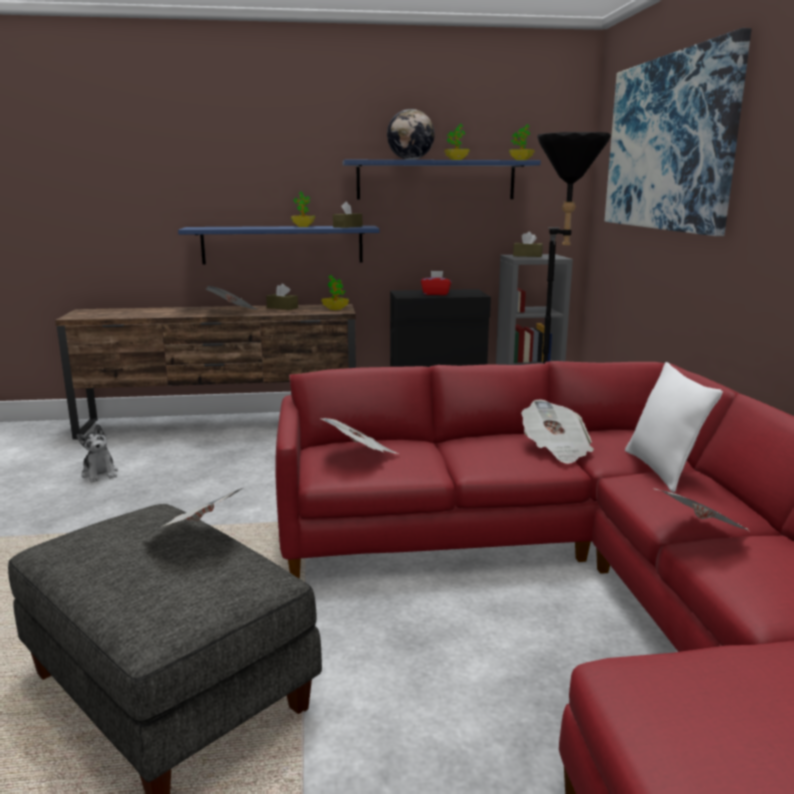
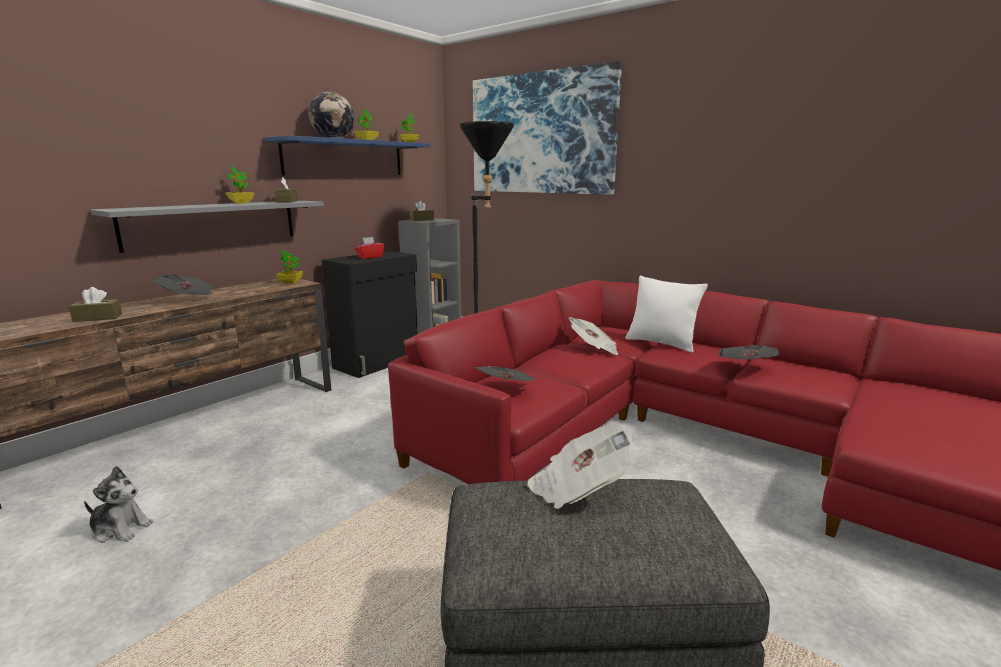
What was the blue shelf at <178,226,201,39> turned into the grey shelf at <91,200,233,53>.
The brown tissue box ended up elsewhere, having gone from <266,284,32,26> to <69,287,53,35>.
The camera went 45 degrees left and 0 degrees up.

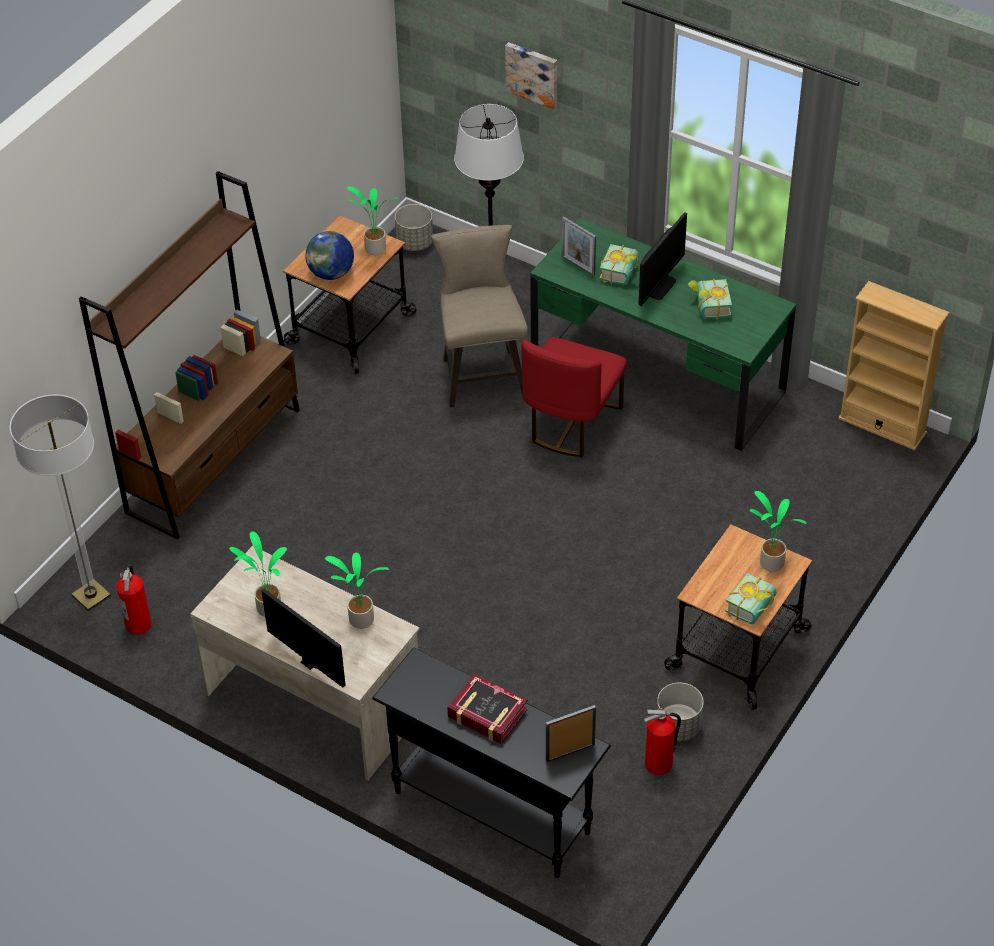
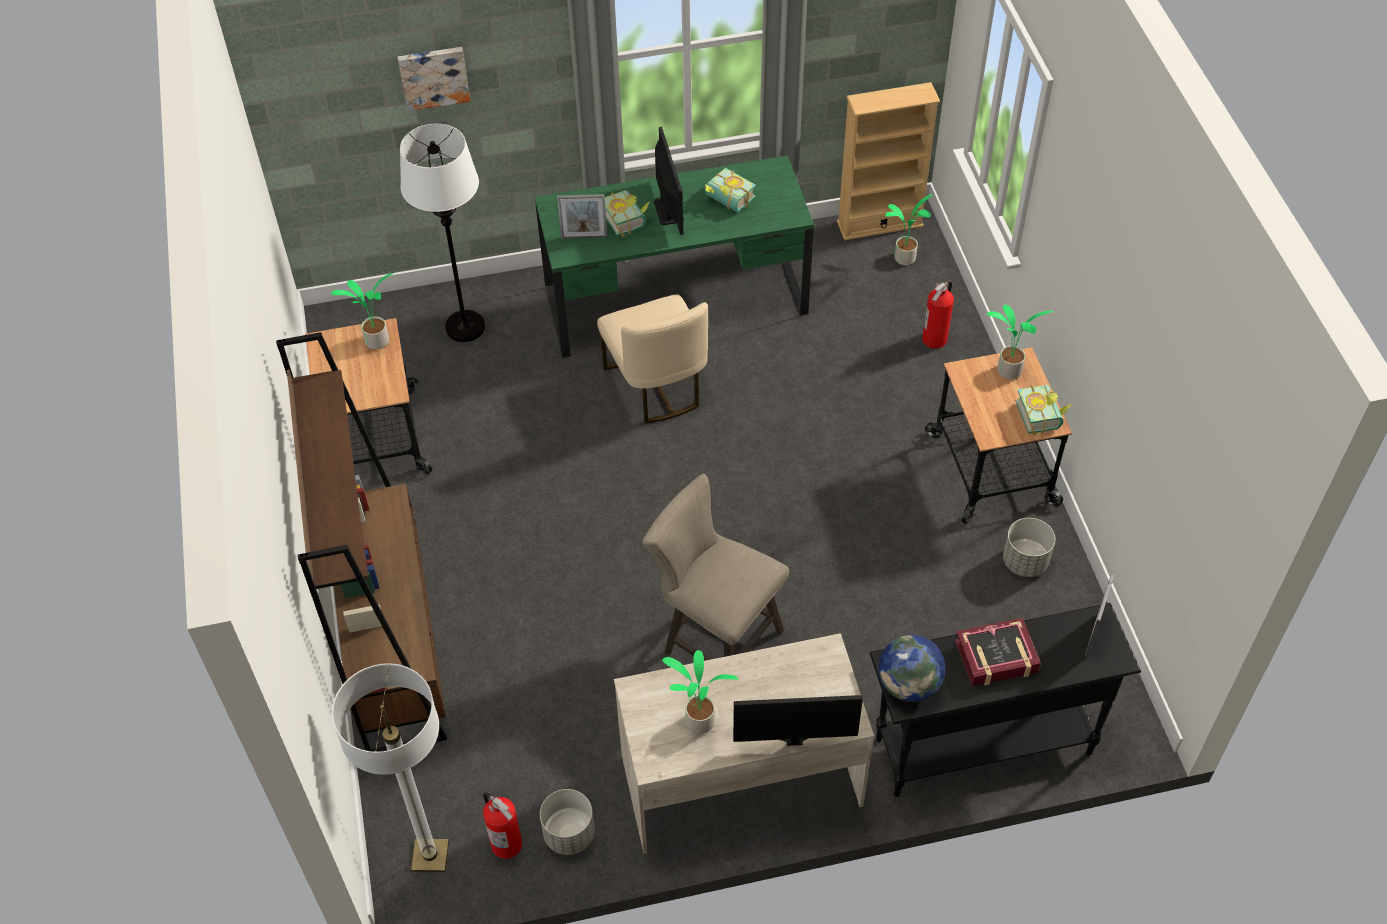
The grey planter ended up elsewhere, having gone from <395,204,38,47> to <540,789,55,66>.
The beige stool ended up elsewhere, having gone from <431,225,97,182> to <642,474,147,187>.
The globe ended up elsewhere, having gone from <305,231,49,49> to <878,635,67,67>.
What was the red chair at <521,337,106,120> turned into the beige chair at <597,294,111,130>.
The potted plant ended up elsewhere, having gone from <325,553,64,76> to <885,194,48,71>.
The fire extinguisher ended up elsewhere, having gone from <644,708,37,67> to <922,281,32,68>.
The camera went 45 degrees left and 5 degrees up.

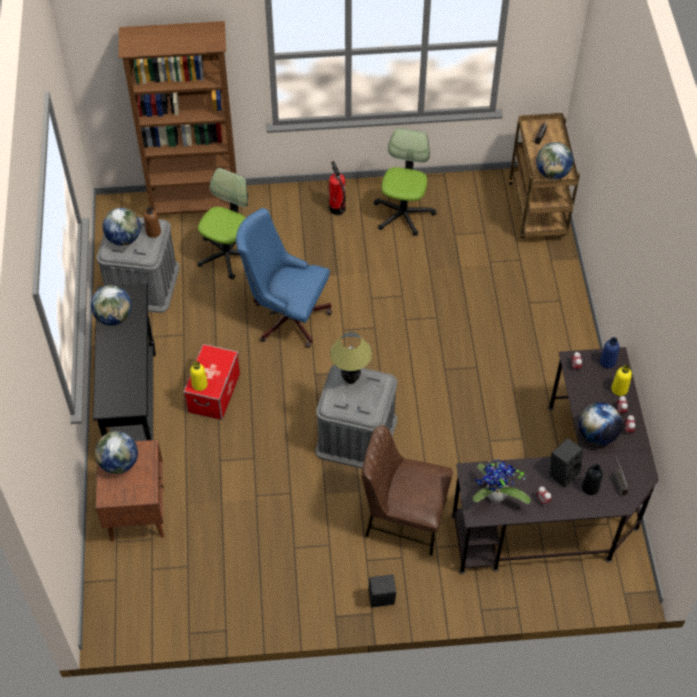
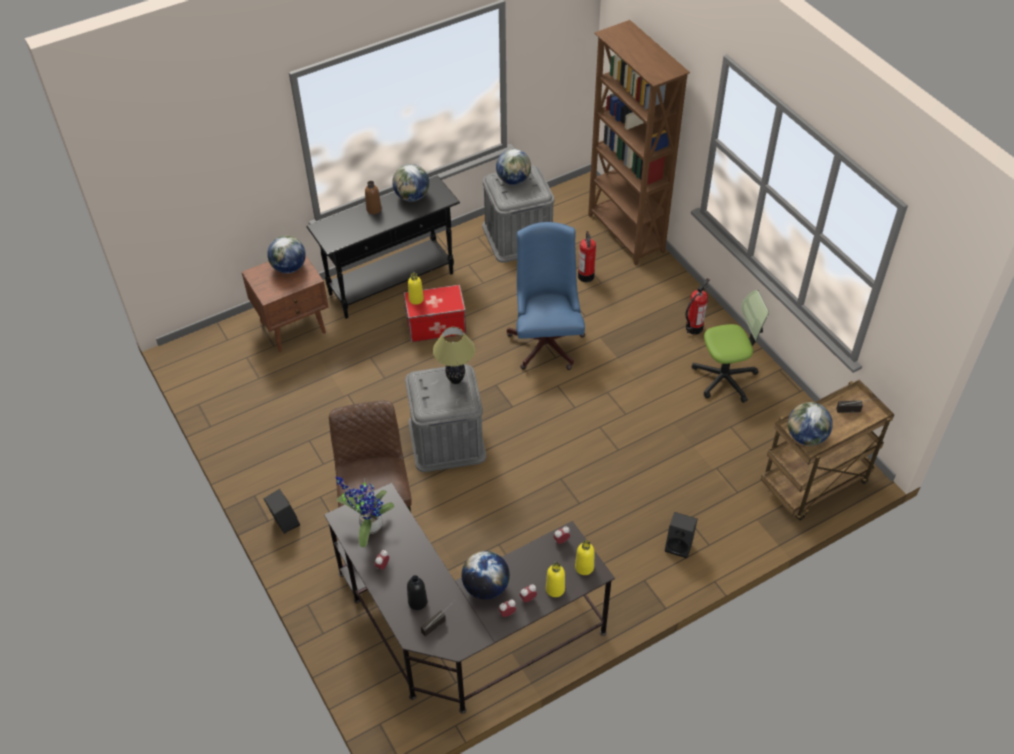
Where the office chair stood at <197,168,51,112>, the fire extinguisher came to stand at <578,231,18,51>.
The brown bottle ended up elsewhere, having gone from <144,207,17,31> to <365,181,16,33>.
What was the blue bottle at <600,337,20,32> turned into the yellow bottle at <575,540,20,35>.
The black speaker ended up elsewhere, having gone from <550,438,33,49> to <665,512,33,46>.
The camera went 65 degrees right and 5 degrees down.

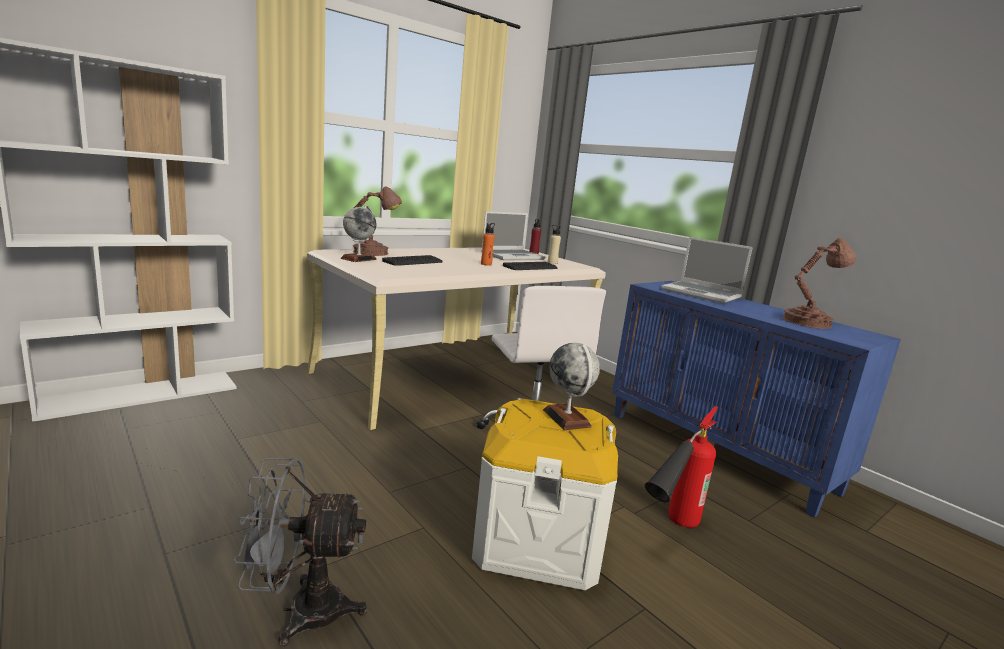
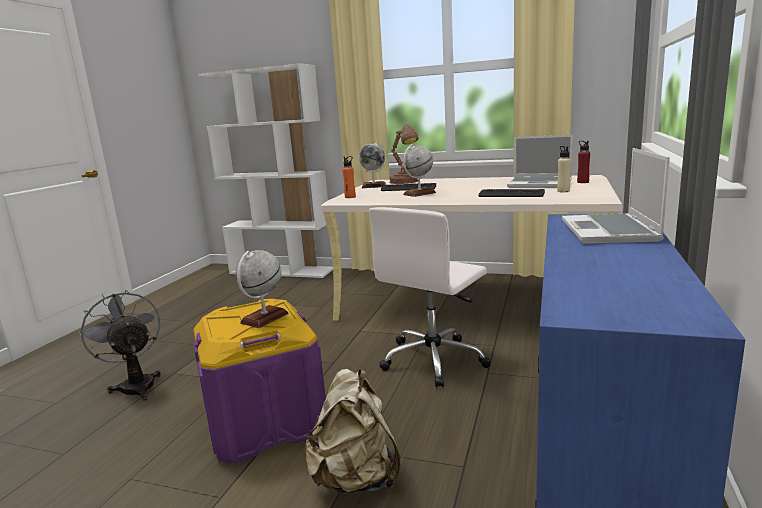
The orange bottle ended up elsewhere, having gone from <481,223,14,43> to <342,156,14,42>.
The second view lost the brown table lamp at <782,238,74,91>.
What was the white storage box at <472,399,146,191> turned into the purple storage box at <193,299,133,165>.
Where the fire extinguisher stood at <645,406,73,122>, the beige backpack came to stand at <304,369,96,125>.
The second view gained the globe at <403,144,33,53>.
The camera went 60 degrees right and 0 degrees up.

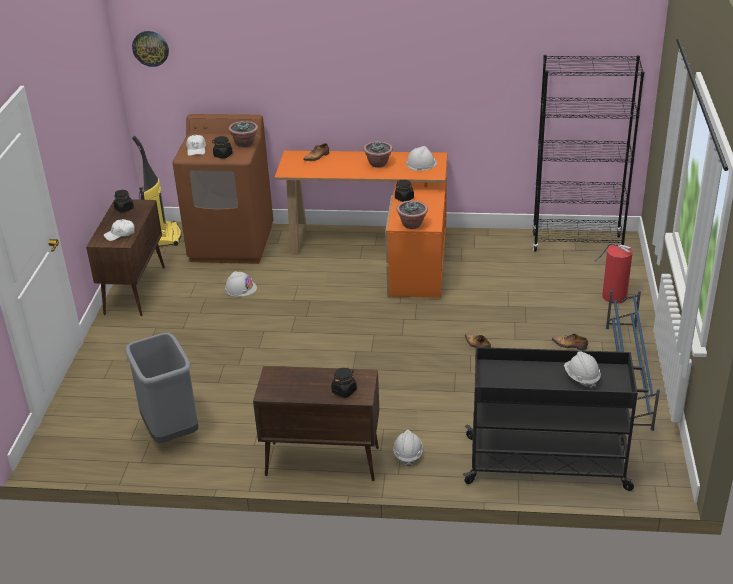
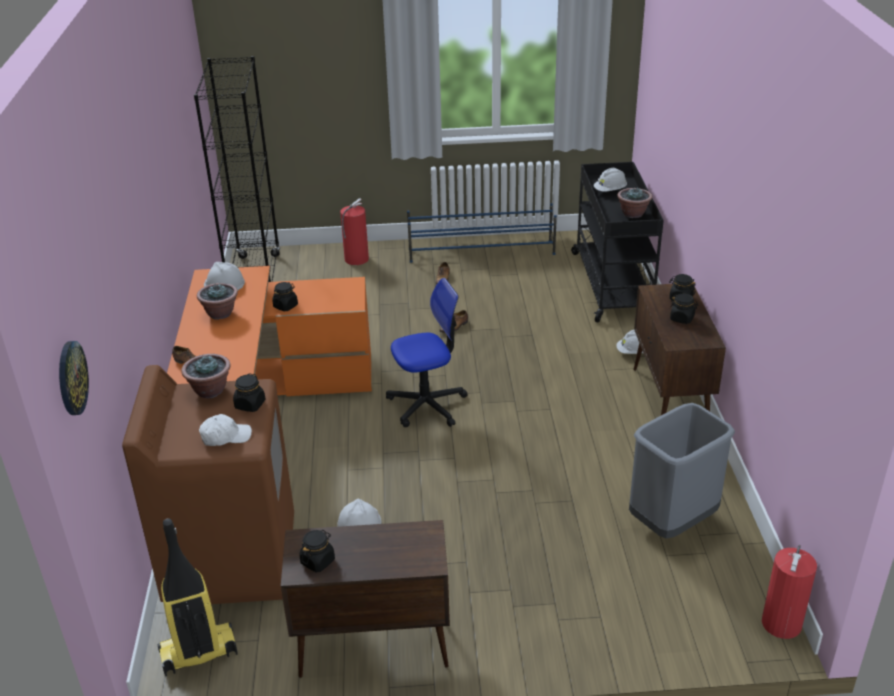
The potted plant ended up elsewhere, having gone from <397,200,31,29> to <617,187,35,31>.
The second view lost the white cap at <104,219,31,22>.
The second view gained the office chair at <386,278,82,149>.
The second view gained the black jar at <669,293,29,31>.
The second view gained the fire extinguisher at <762,545,55,94>.
The camera went 100 degrees left and 0 degrees up.

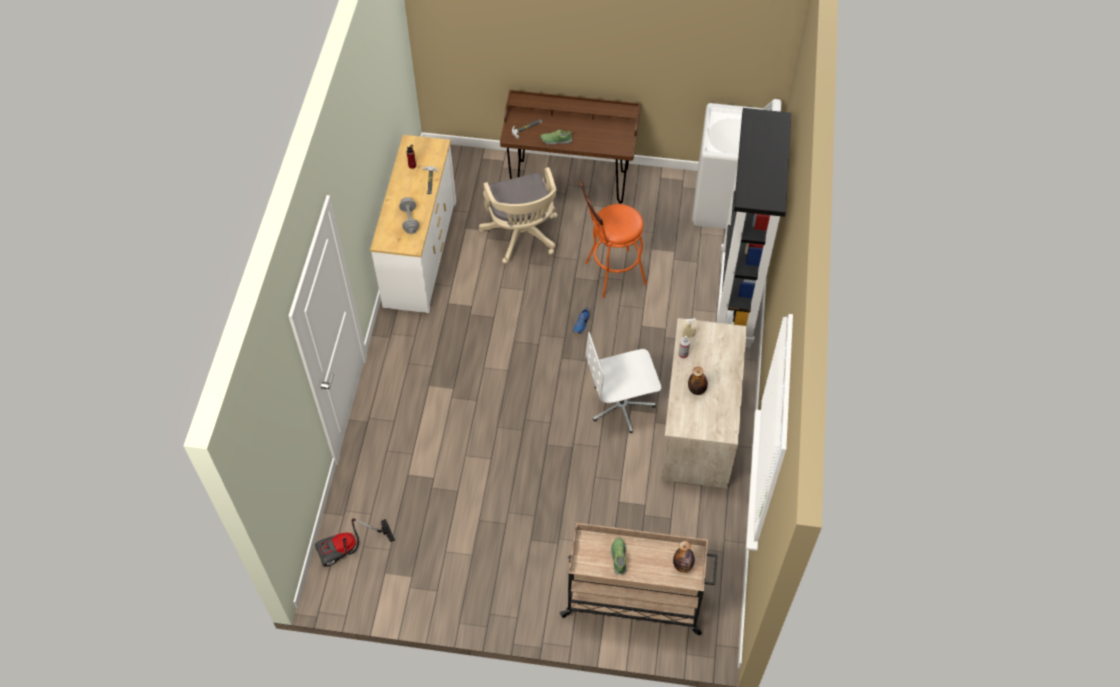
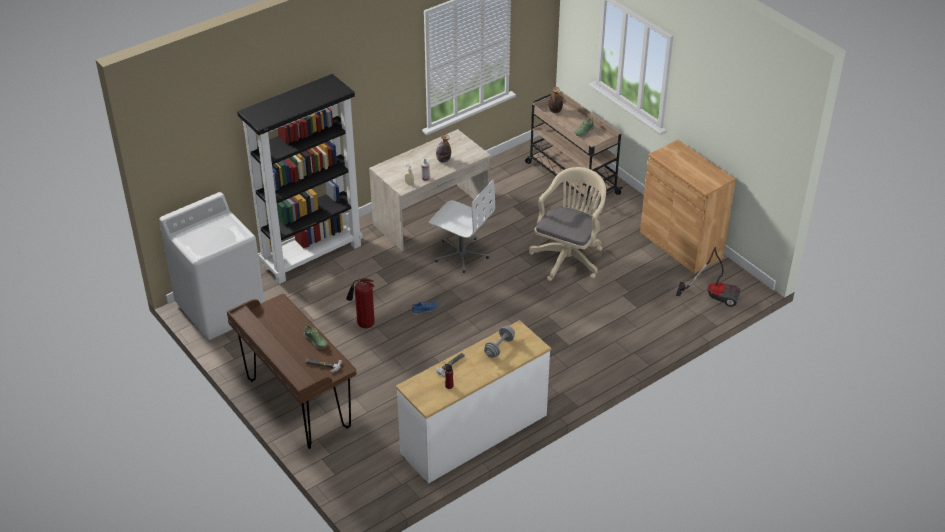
The beige office chair ended up elsewhere, having gone from <479,167,78,97> to <529,167,77,114>.
Where the orange stool stood at <580,181,67,117>, the fire extinguisher came to stand at <346,278,29,50>.
The second view gained the brown cabinet at <640,140,96,134>.
The camera went 135 degrees left and 15 degrees down.

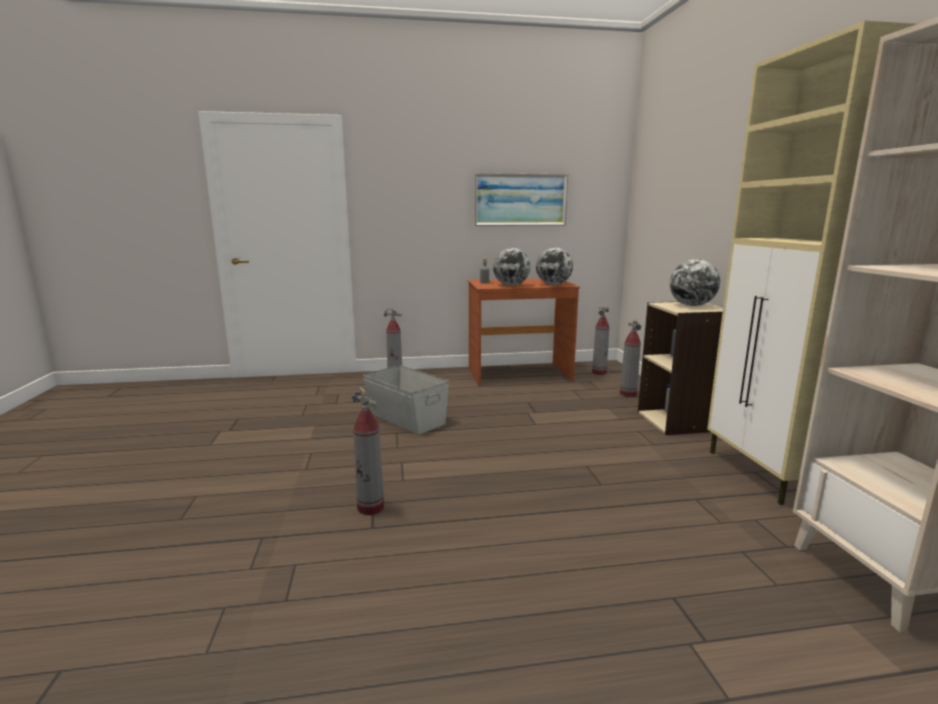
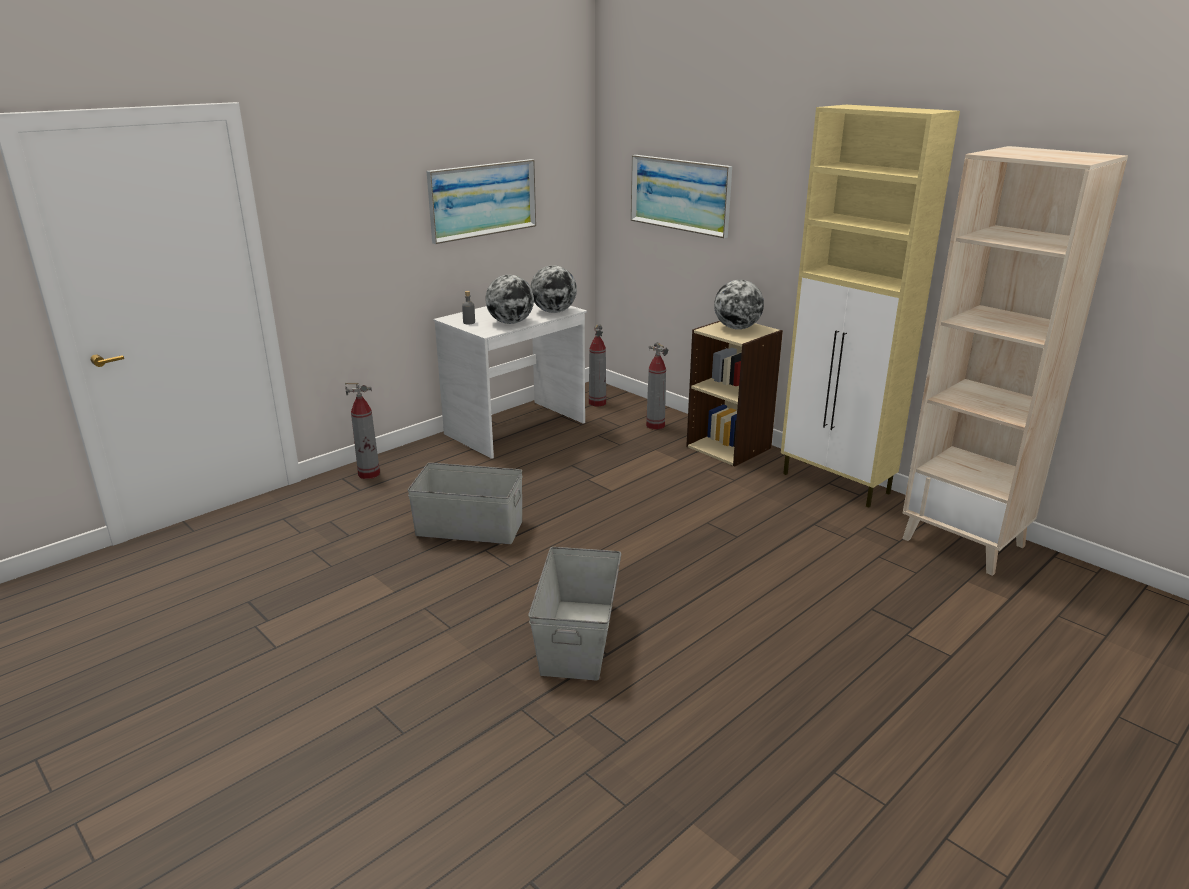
What was the brown desk at <467,279,113,107> turned into the white desk at <433,302,154,157>.
Where the fire extinguisher stood at <351,387,33,128>, the grey storage box came to stand at <528,547,93,134>.
The second view gained the picture at <631,155,101,83>.
The camera went 35 degrees left and 10 degrees up.

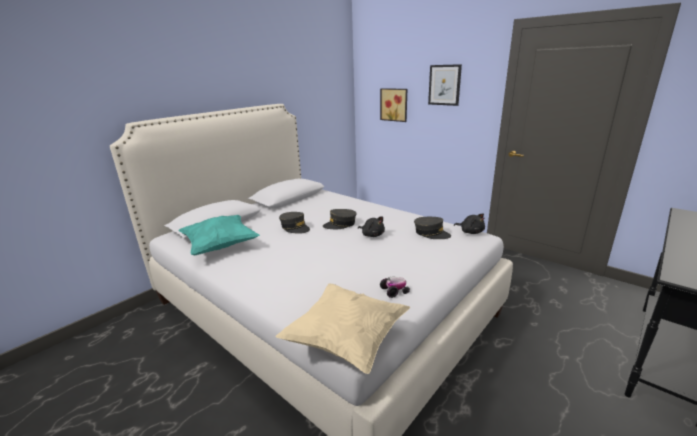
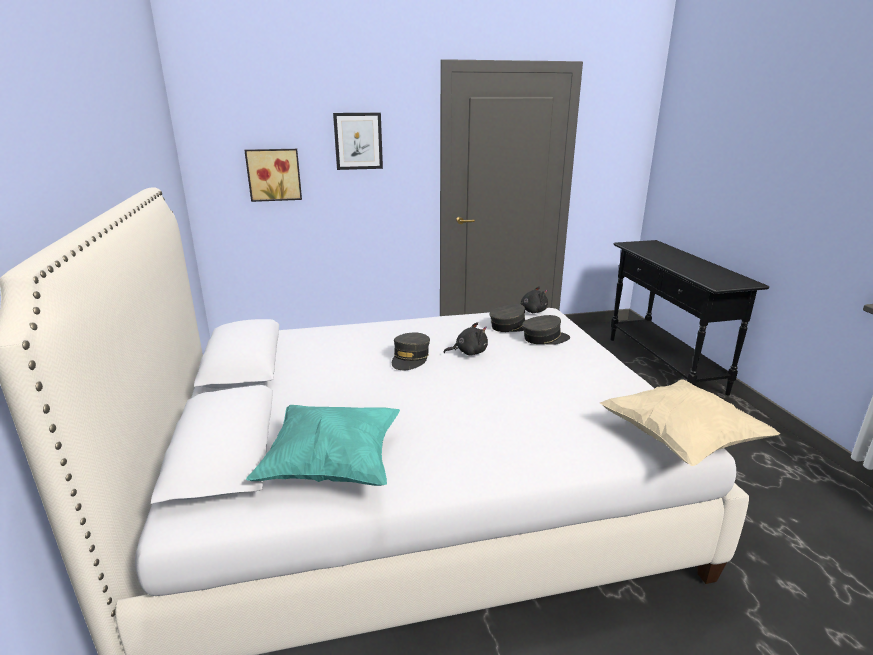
The grey cap ended up elsewhere, having gone from <279,212,31,22> to <522,315,48,30>.
The second view lost the toy car at <380,277,30,21>.
The camera went 55 degrees left and 0 degrees up.

